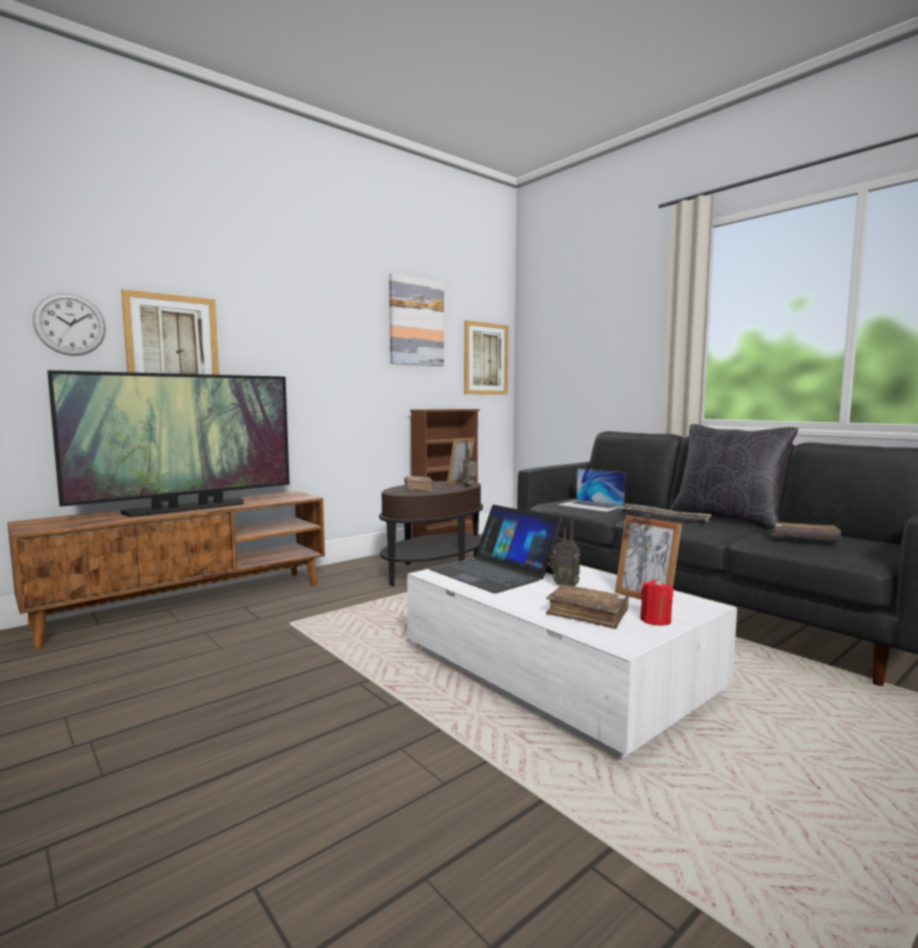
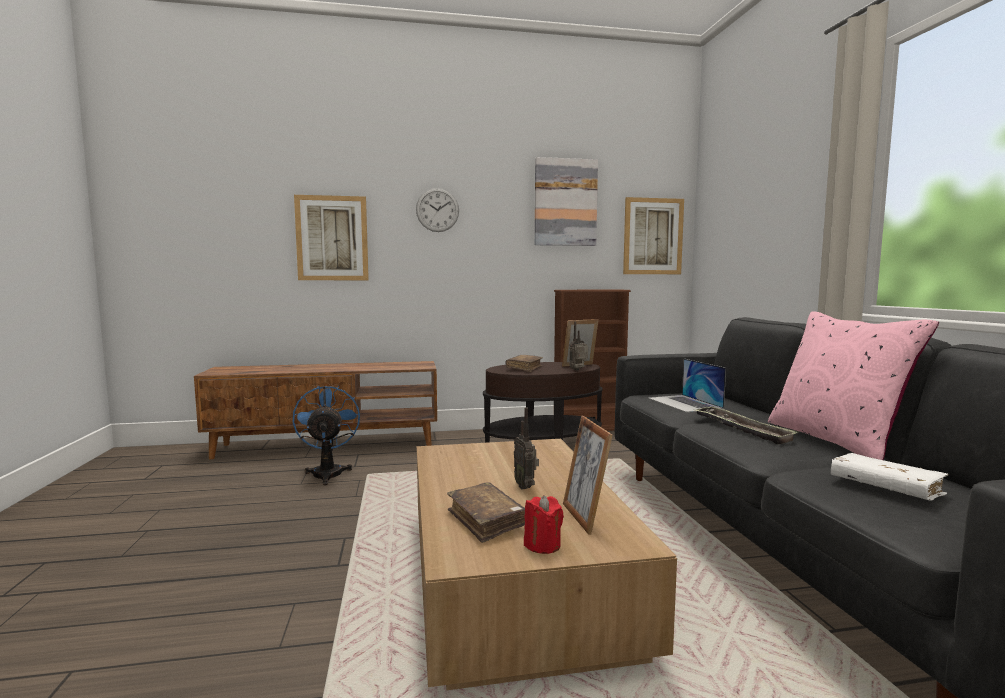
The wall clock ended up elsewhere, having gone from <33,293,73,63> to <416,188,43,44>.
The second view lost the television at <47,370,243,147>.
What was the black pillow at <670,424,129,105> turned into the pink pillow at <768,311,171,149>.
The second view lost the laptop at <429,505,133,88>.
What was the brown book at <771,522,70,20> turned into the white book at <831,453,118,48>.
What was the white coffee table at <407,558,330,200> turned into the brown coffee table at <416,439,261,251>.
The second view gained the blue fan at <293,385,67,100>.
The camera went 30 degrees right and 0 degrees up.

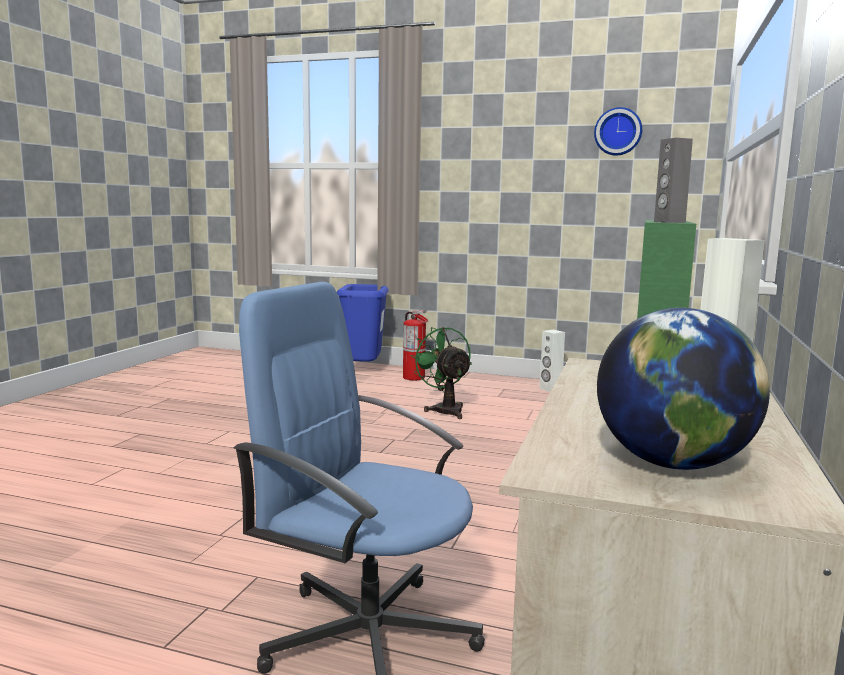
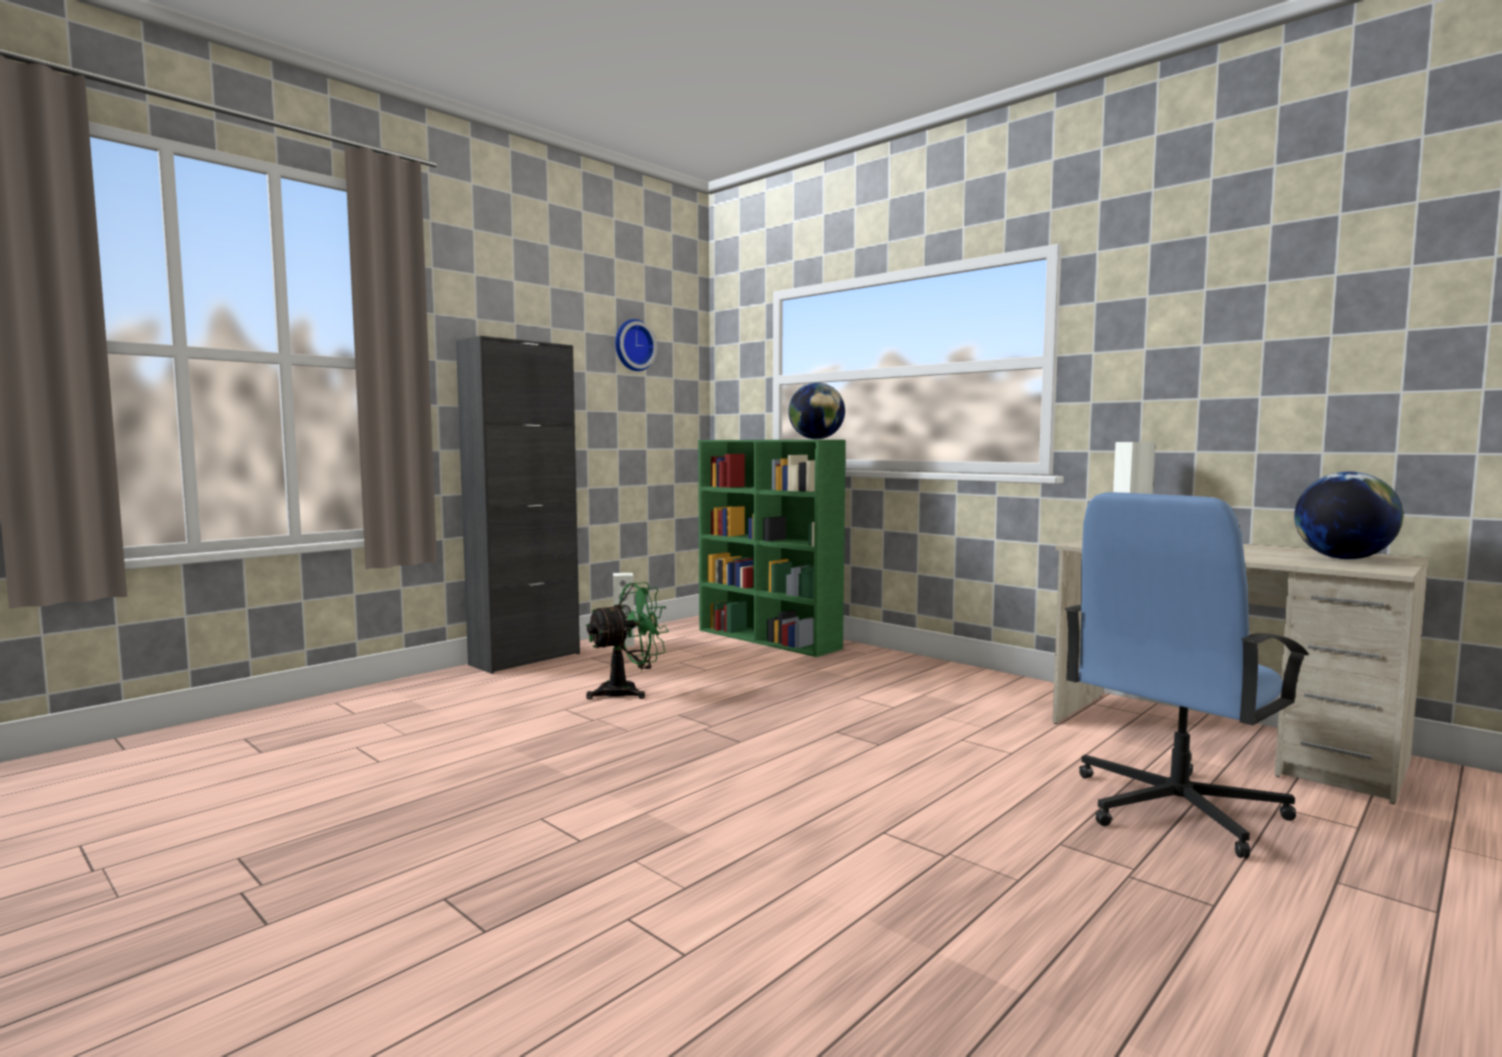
Where the grey speaker stood at <654,138,39,85>, the globe came to stand at <788,382,57,57>.
The second view lost the blue trash can at <337,284,52,78>.
The second view lost the fire extinguisher at <403,310,25,70>.
The green fan at <410,327,62,92> ended up facing another way, 150 degrees clockwise from before.
The second view gained the black cabinet at <456,336,124,338>.
The camera went 65 degrees left and 5 degrees down.

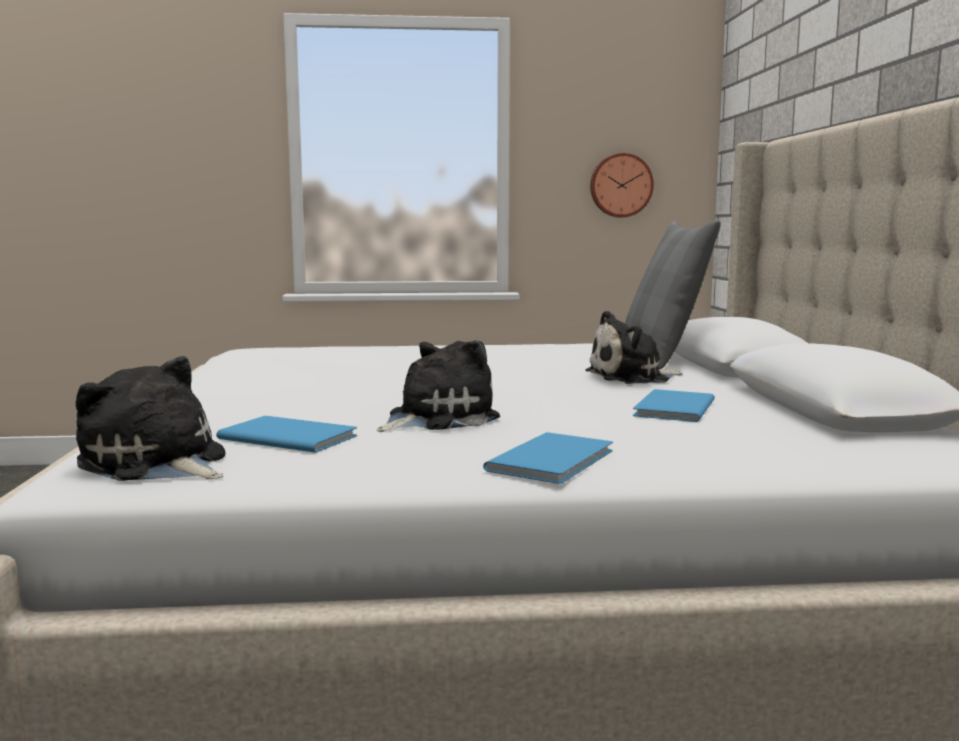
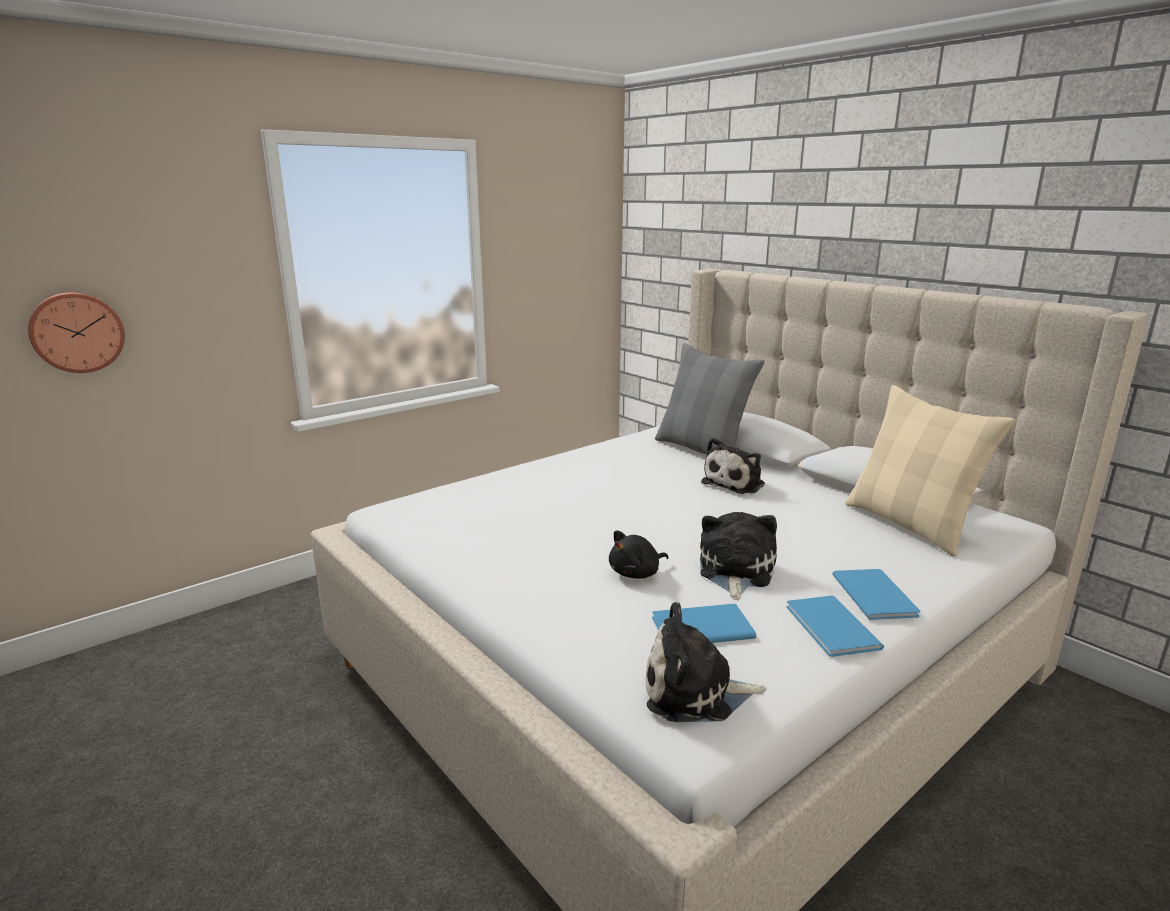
The wall clock ended up elsewhere, having gone from <590,153,64,64> to <28,292,97,81>.
The blue book ended up elsewhere, having gone from <633,389,82,33> to <786,596,98,61>.
The second view gained the beige pillow at <845,385,170,172>.
The second view gained the black plush toy at <609,530,60,49>.
The camera went 35 degrees left and 10 degrees up.

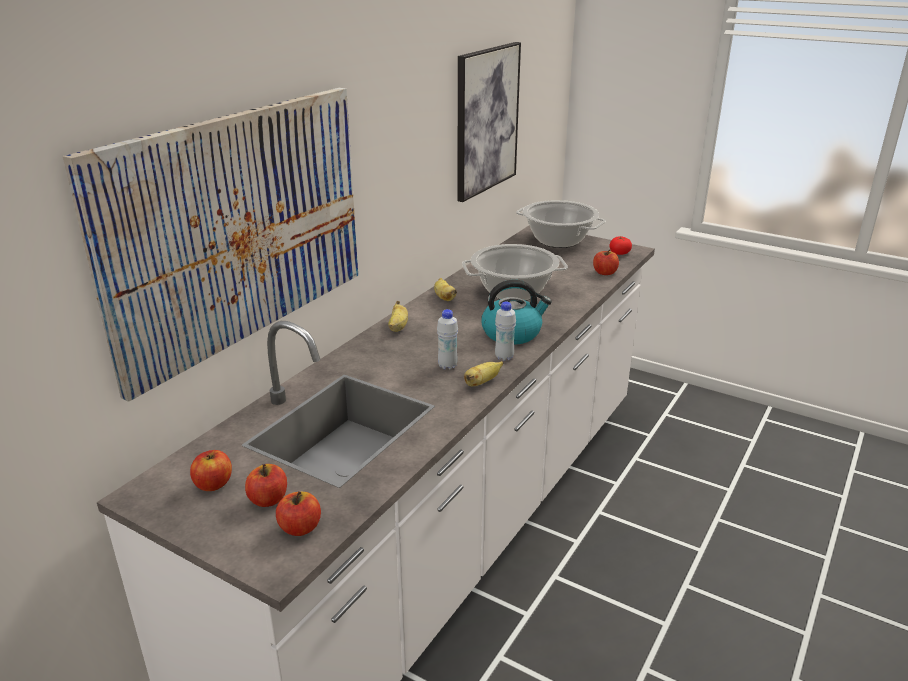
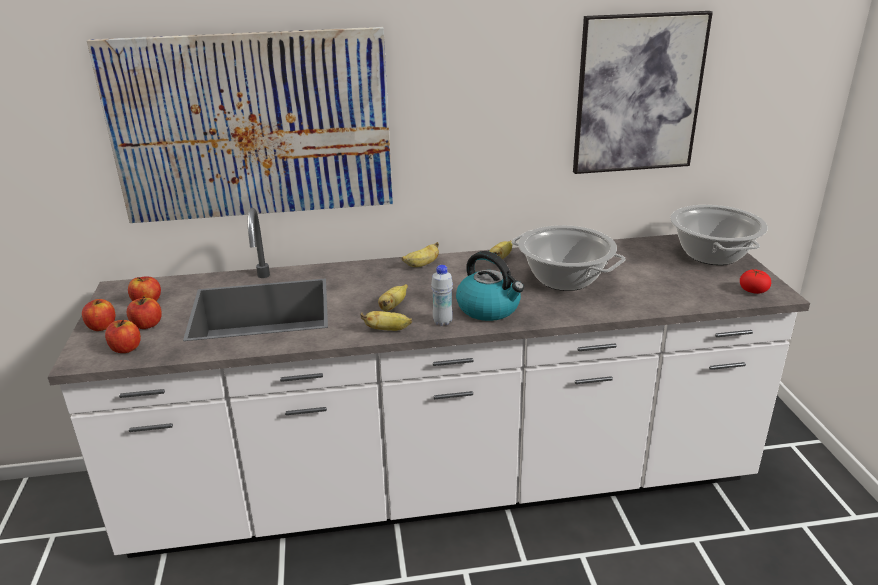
The apple ended up elsewhere, having gone from <593,250,26,25> to <82,299,33,32>.
Where the white bottle stood at <437,309,21,61>, the banana came to stand at <378,284,30,28>.
The camera went 50 degrees right and 0 degrees up.

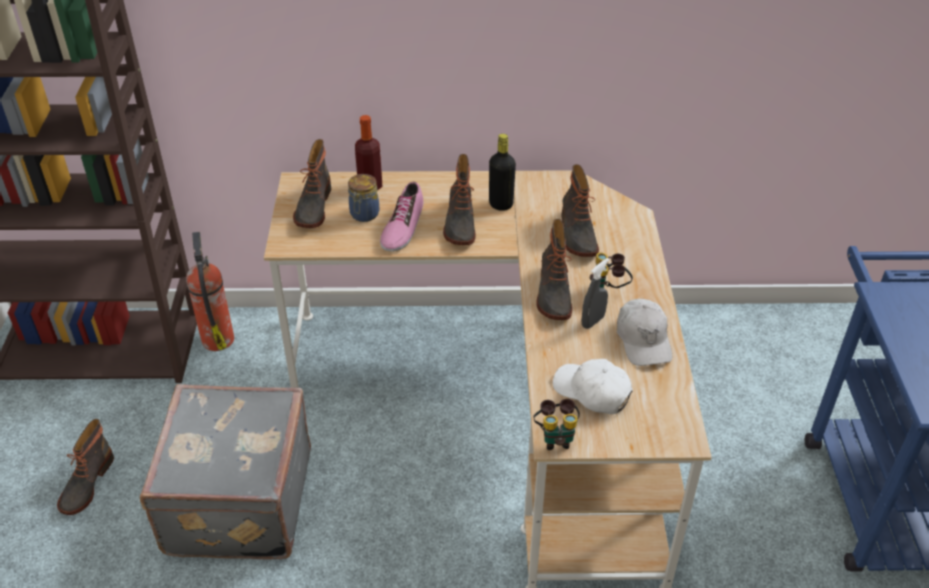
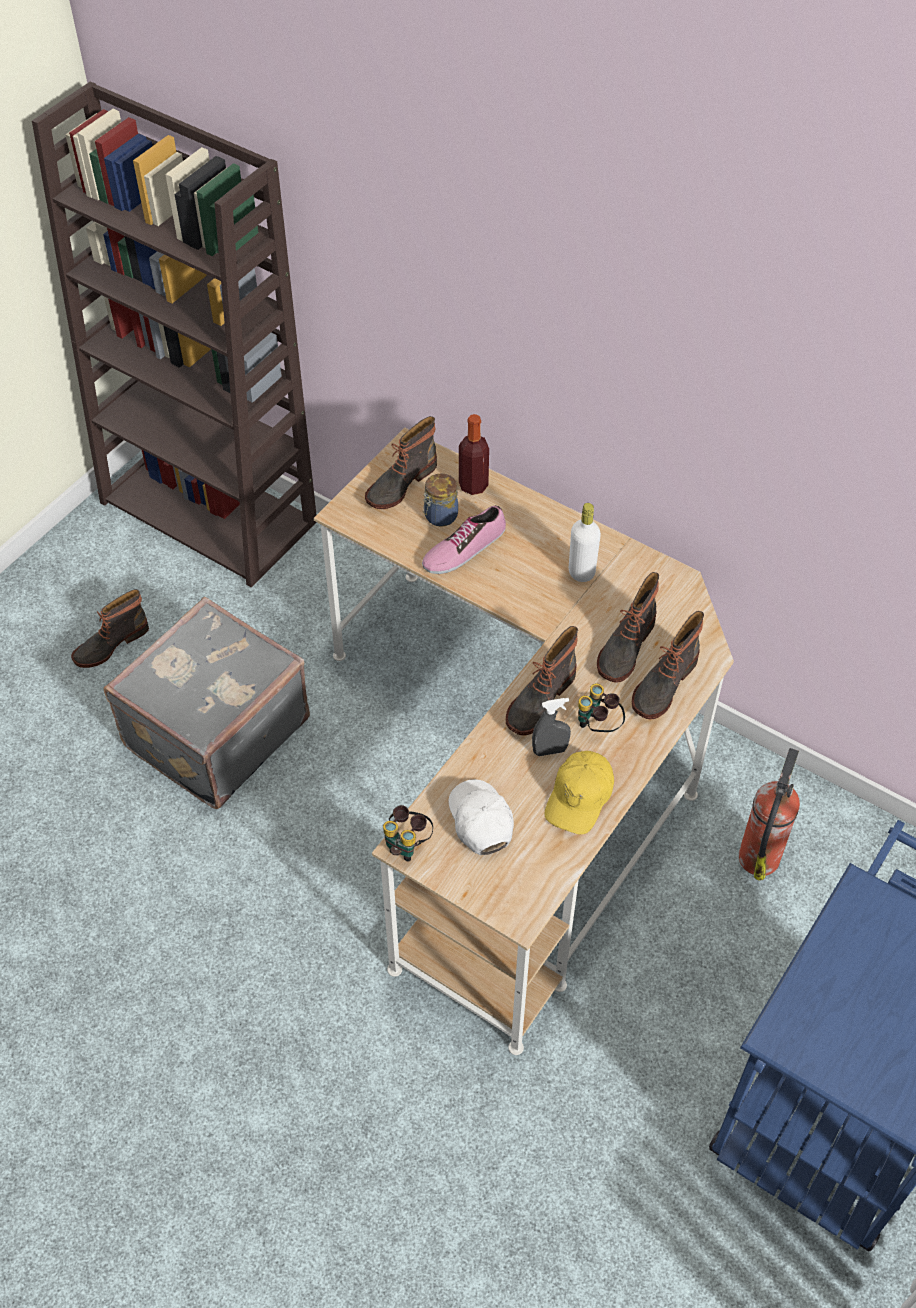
What was the black bottle at <489,134,27,77> turned into the white bottle at <569,503,32,79>.
The boot ended up elsewhere, having gone from <443,154,32,91> to <632,611,72,108>.
The fire extinguisher ended up elsewhere, having gone from <186,232,48,119> to <738,748,62,133>.
What was the white cap at <617,299,55,67> turned into the yellow cap at <545,751,69,84>.
The camera went 35 degrees right and 10 degrees up.

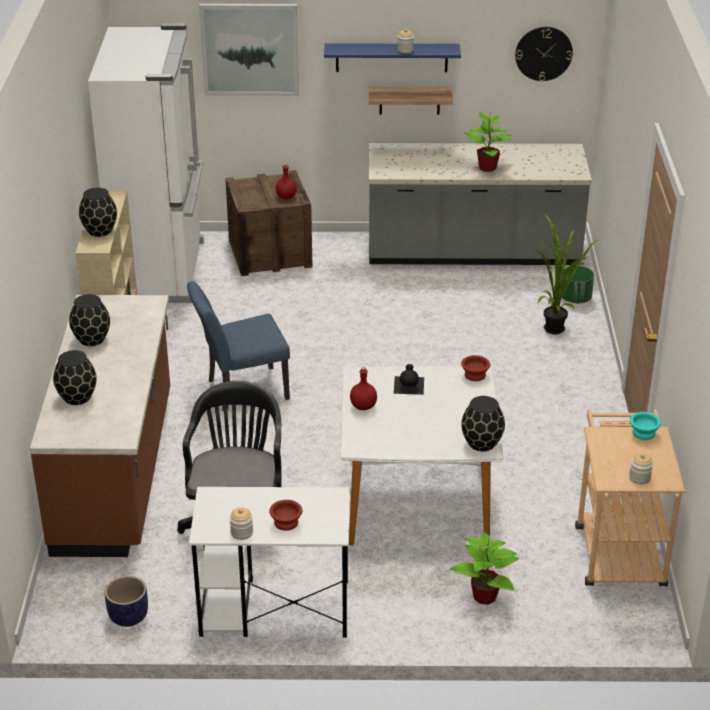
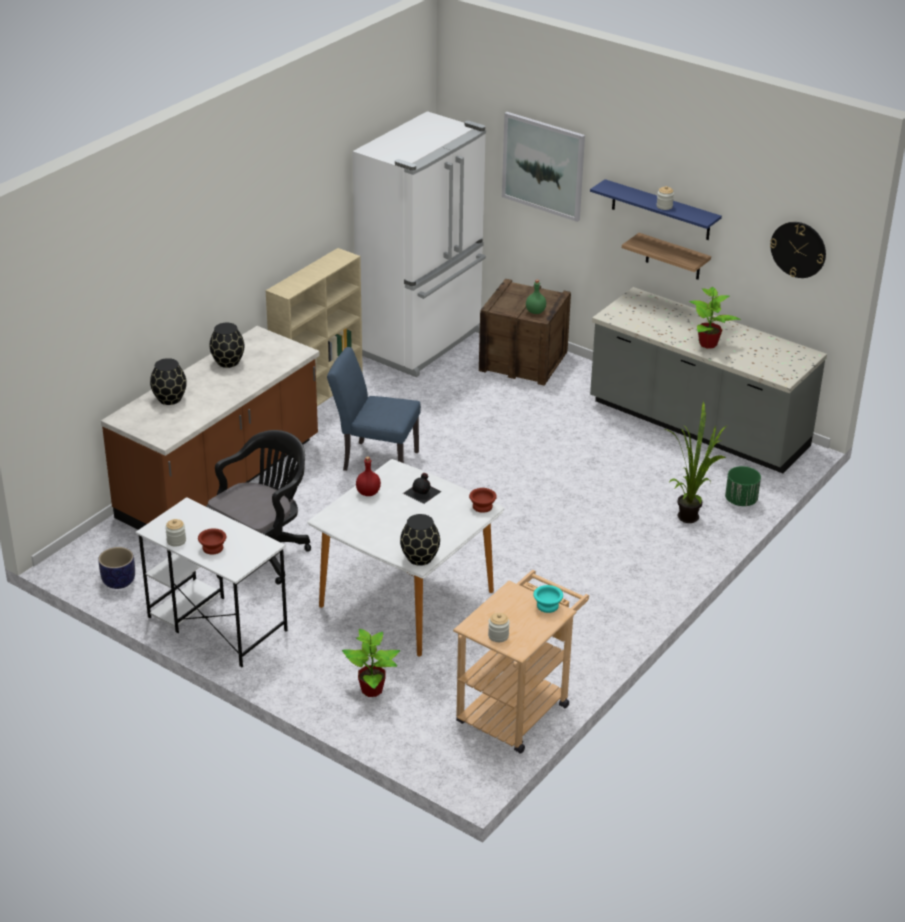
What was the red bottle at <276,163,21,36> turned into the green bottle at <526,280,20,34>.
The second view lost the black vase at <79,188,38,49>.
The camera went 35 degrees right and 0 degrees up.

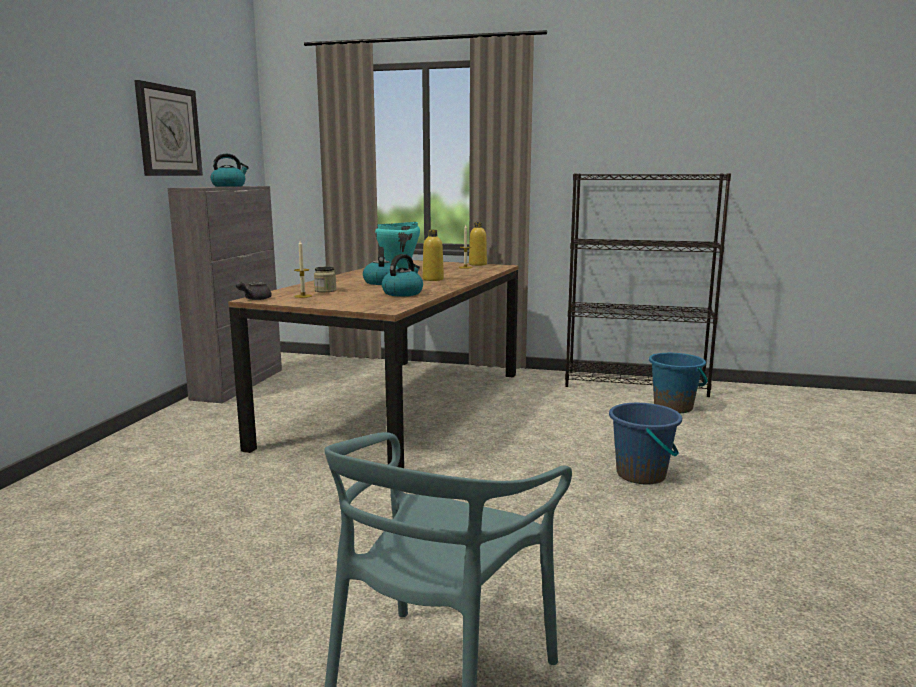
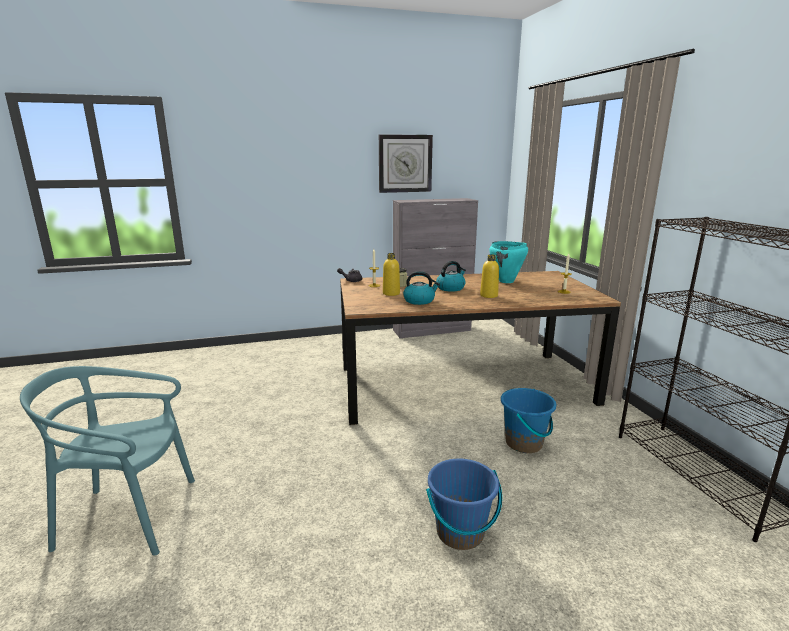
The second view lost the kettle at <211,154,38,33>.
The yellow bottle ended up elsewhere, having gone from <469,222,18,44> to <383,253,17,43>.
The blue bucket ended up elsewhere, having gone from <649,353,59,60> to <501,388,55,65>.
The camera went 60 degrees right and 5 degrees up.

